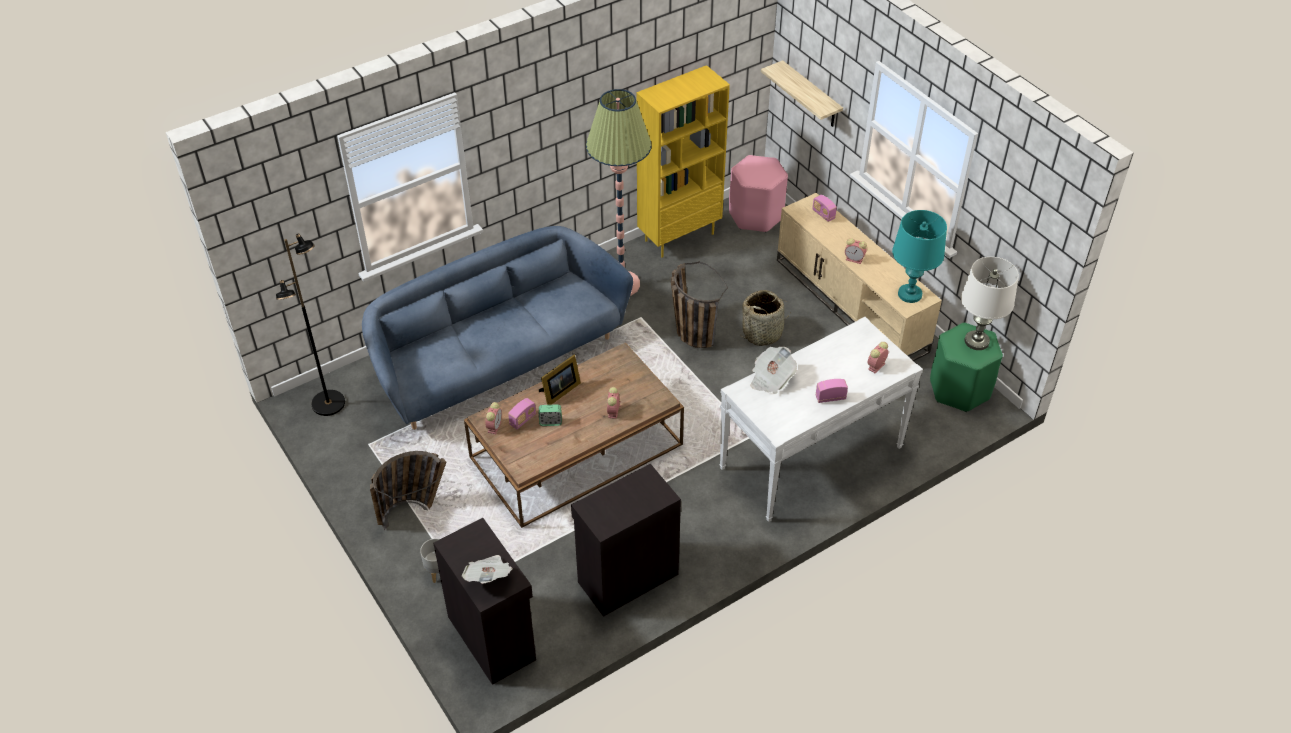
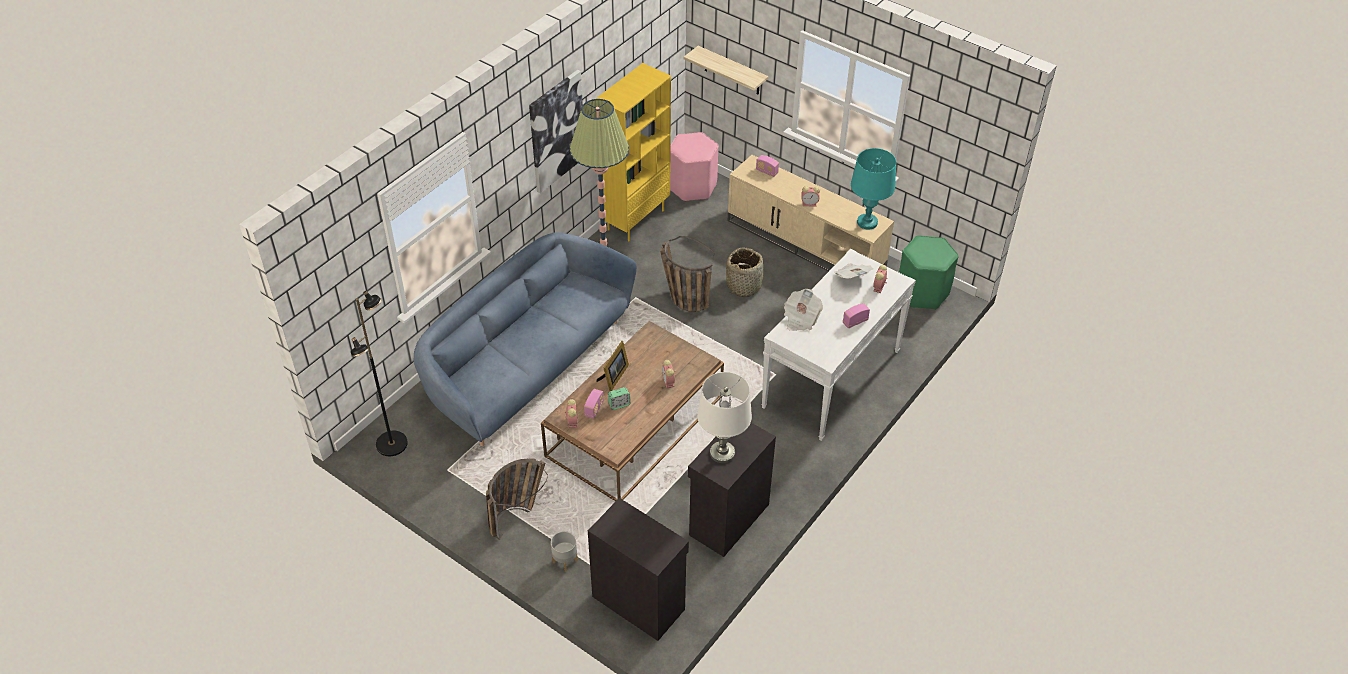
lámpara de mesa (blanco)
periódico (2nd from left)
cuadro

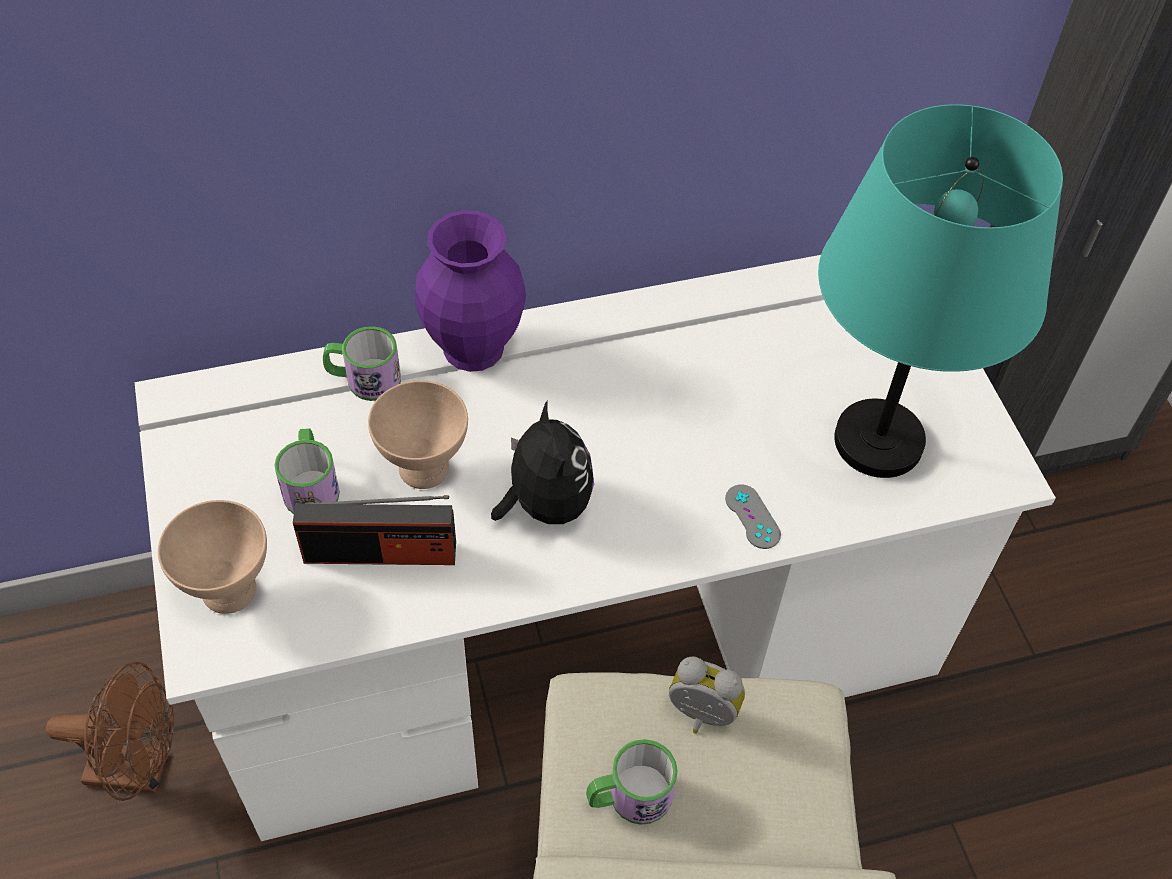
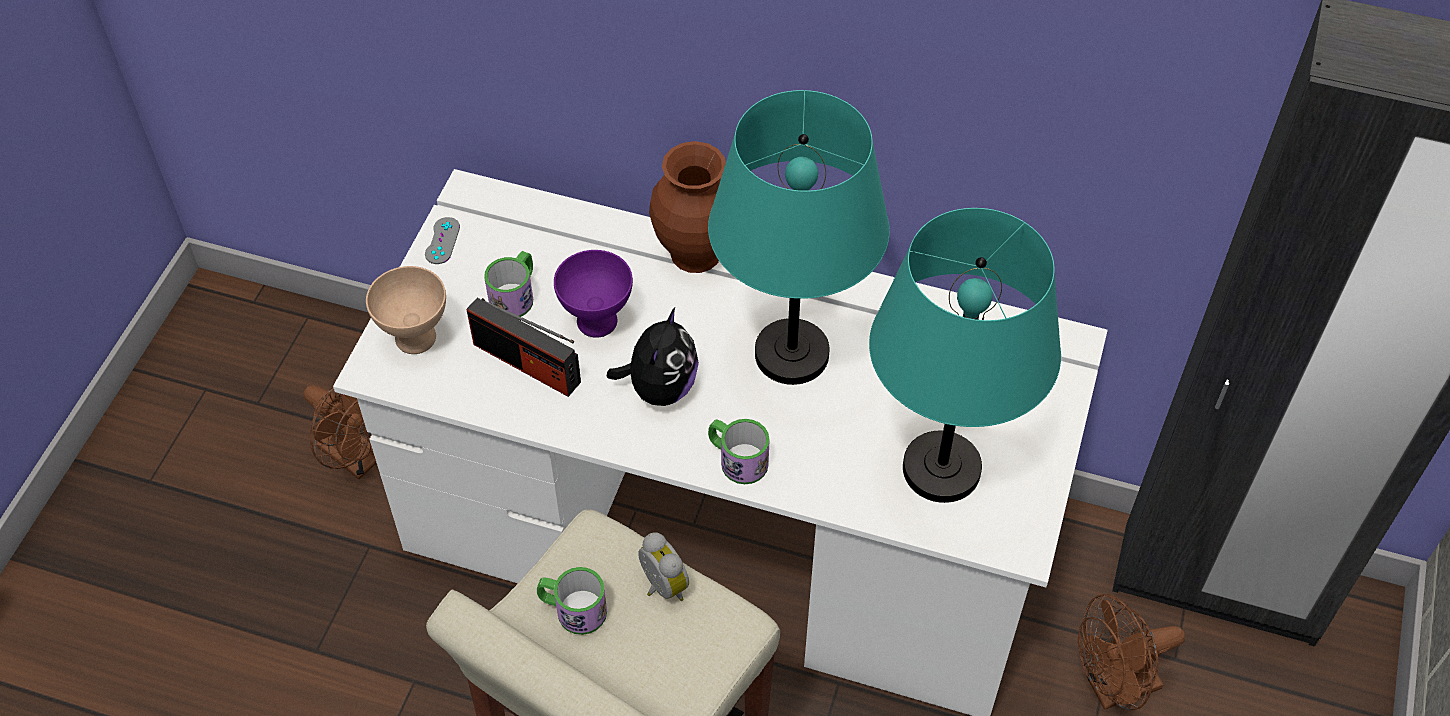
florero (marrón)
taza grande (3rd from left)
cuenco (morado)
mando de consola (gris)
lámpara de mesa (turquesa) (1st from left)
ventilador (marrón) (2nd from left)

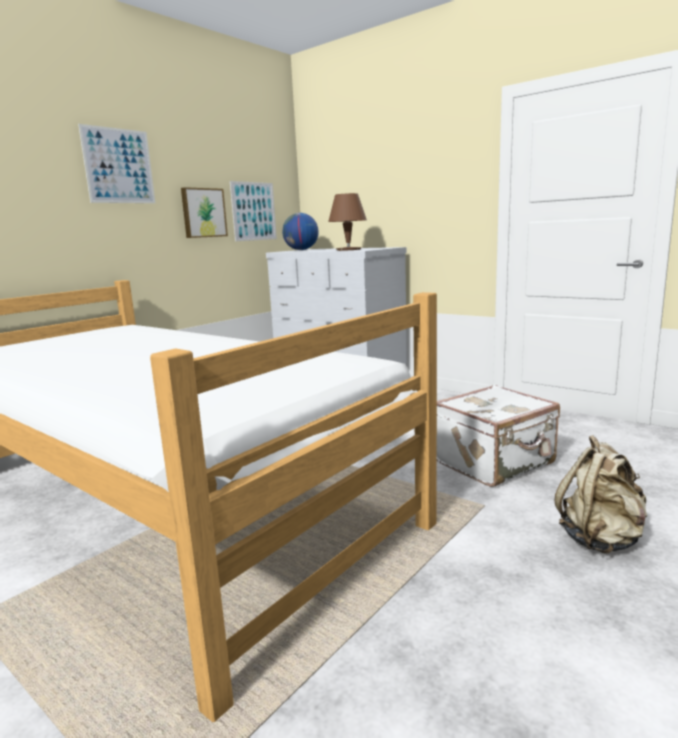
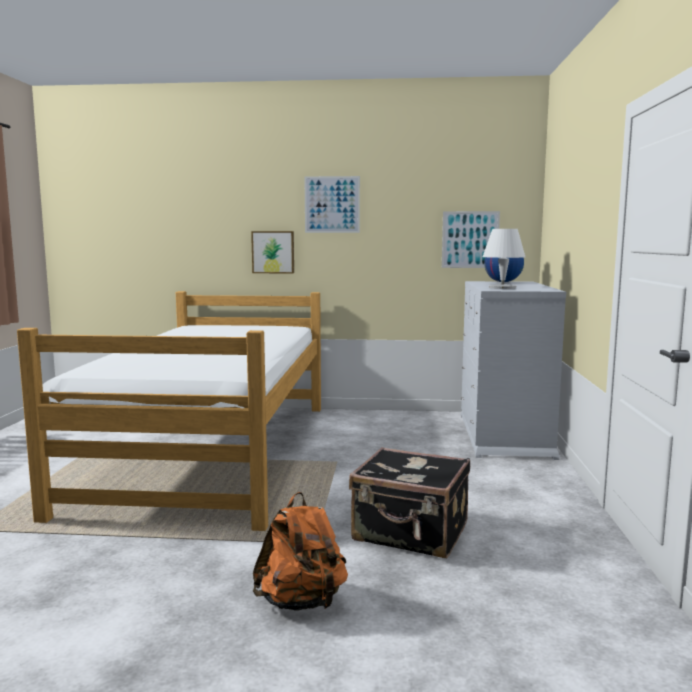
cuadro (1st from left)
lámpara de mesa (blanco)
maleta (negro)
mochila (naranja)

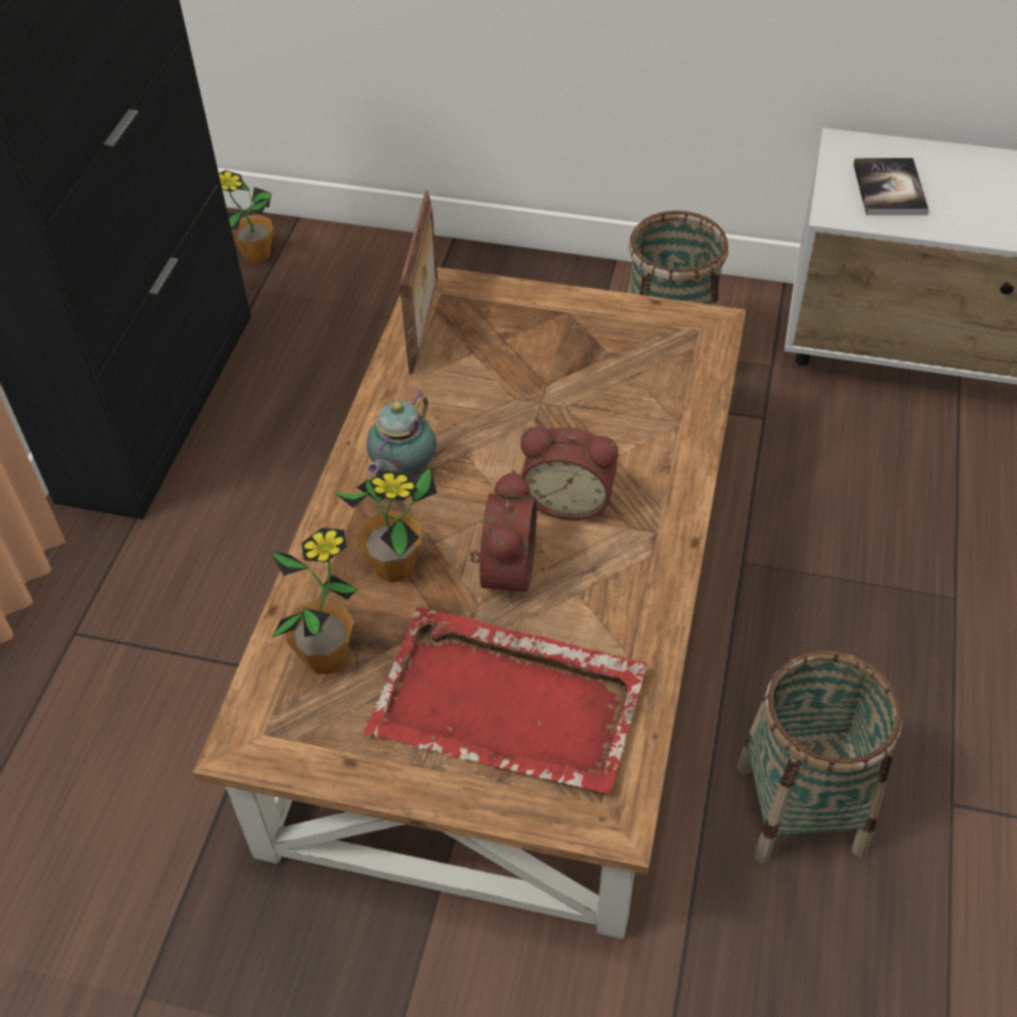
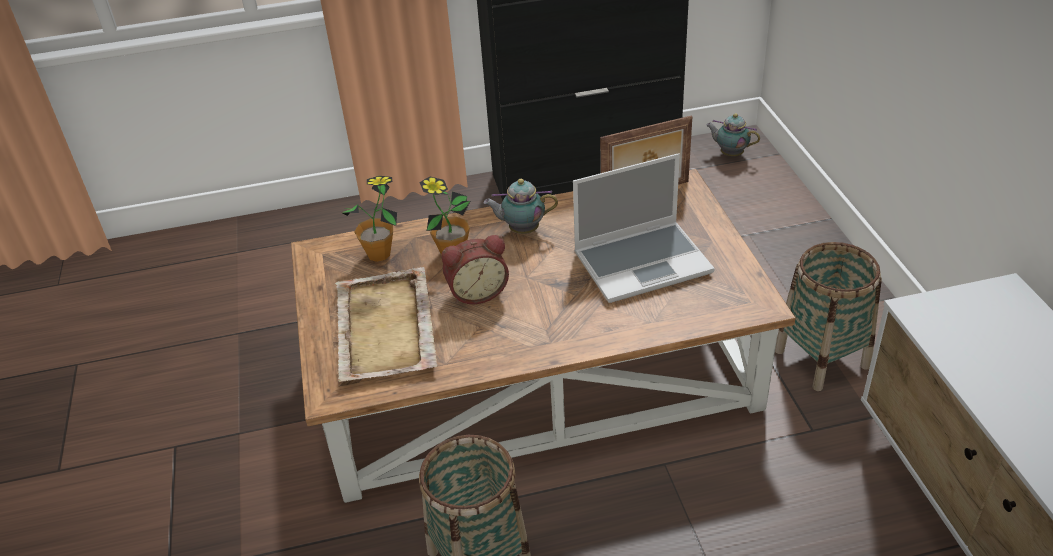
libro
tetera (2nd from left)
despertador (2nd from left in the first image)
bandeja (beis)
portátil

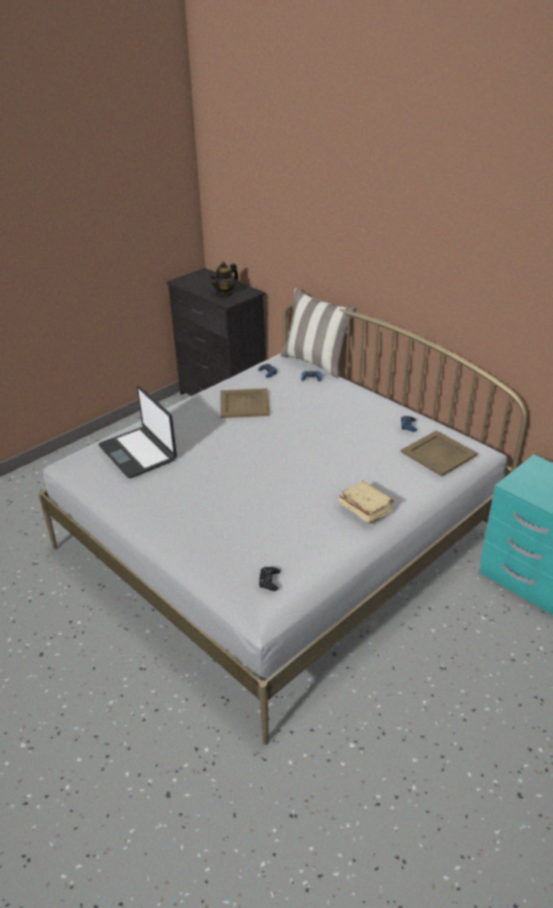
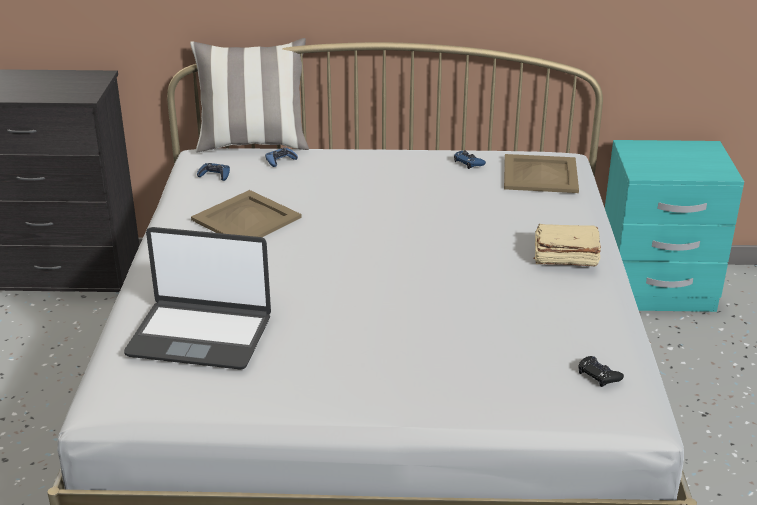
tetera

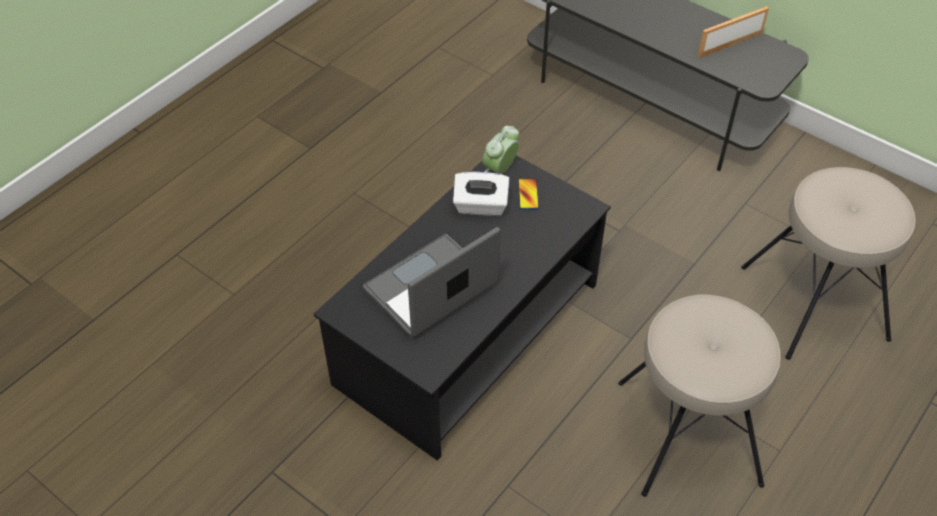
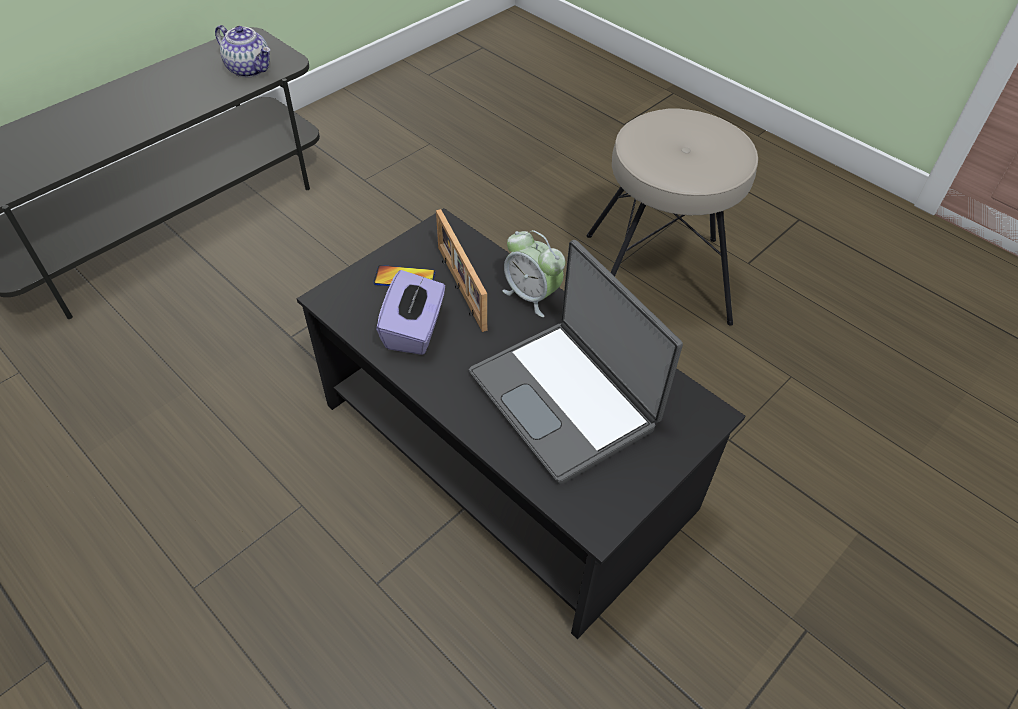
portarretratos
despertador
taburete (beis) (2nd from left in the first image)
caja de pañuelos (morado)
tetera

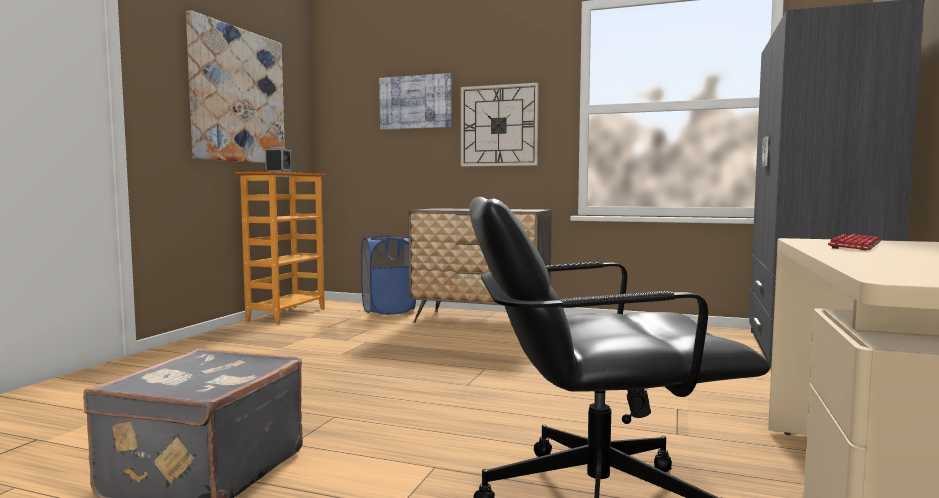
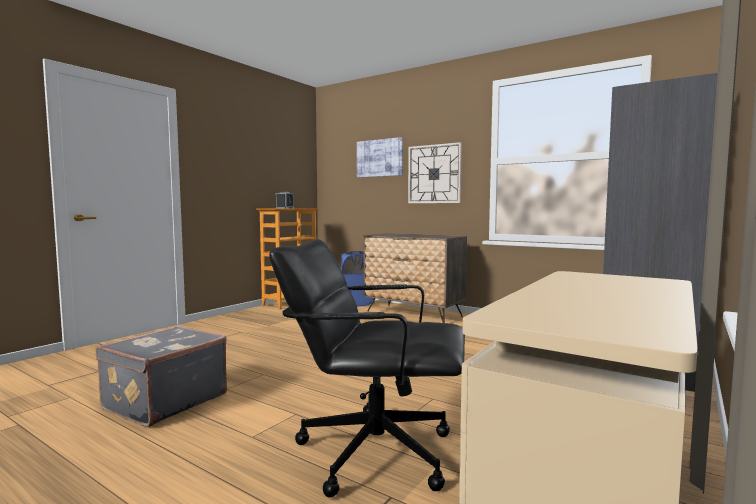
cuadro (1st from left in the first image)
teclado

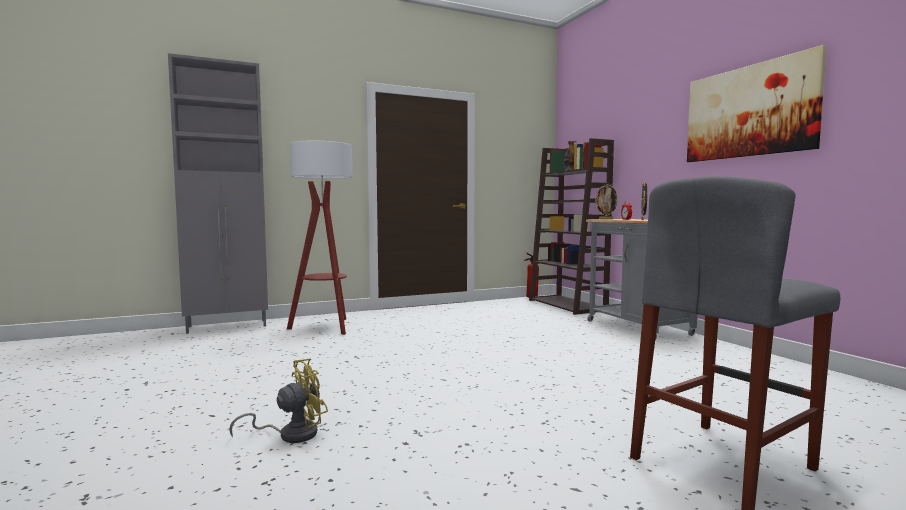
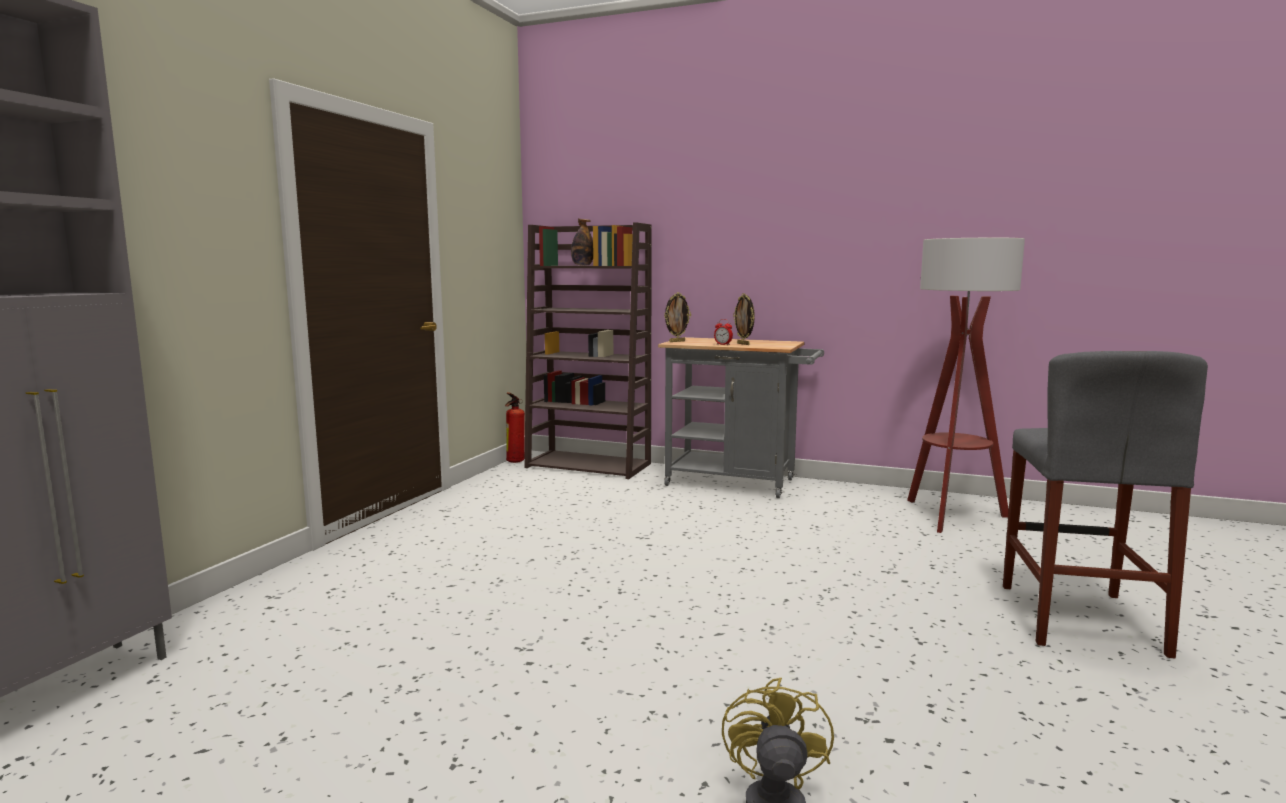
cuadro
lámpara de pie

